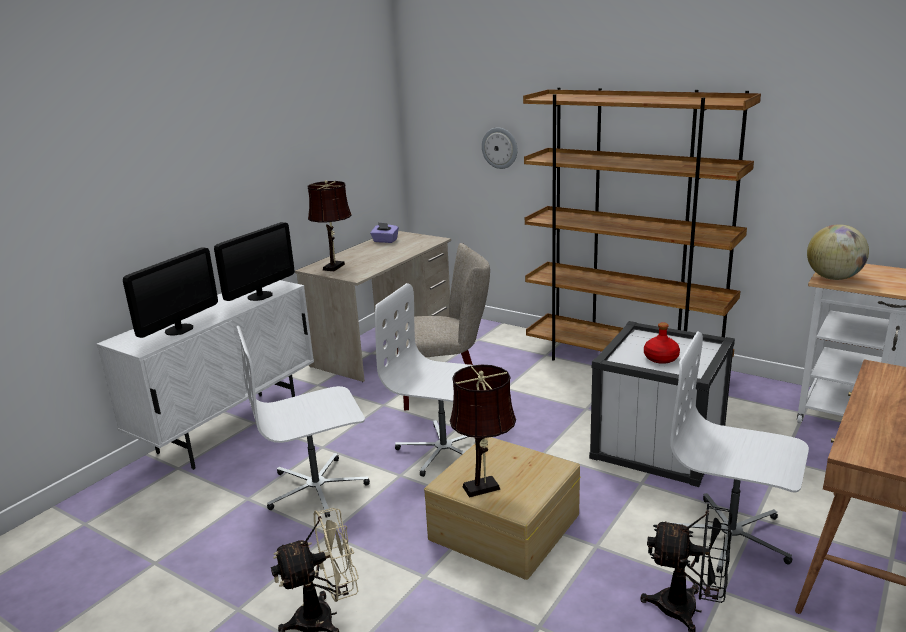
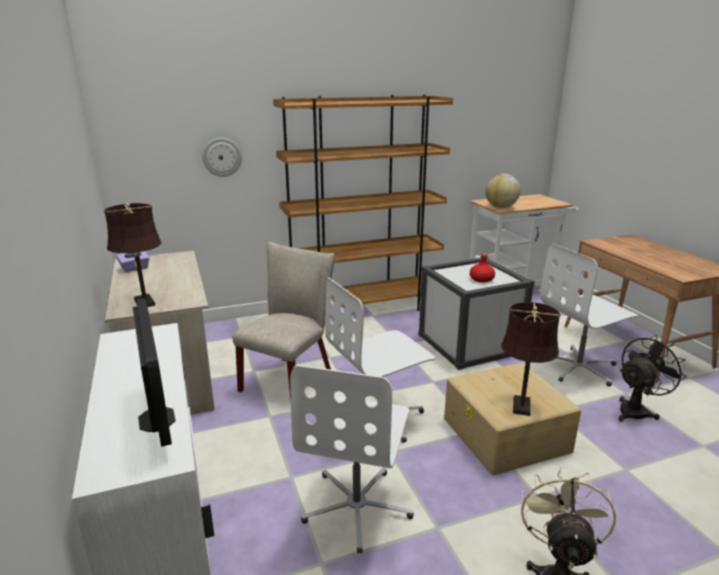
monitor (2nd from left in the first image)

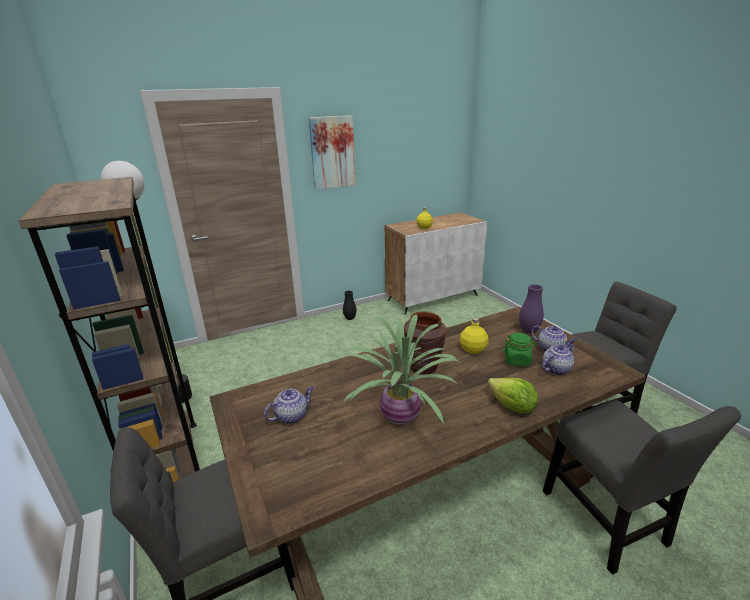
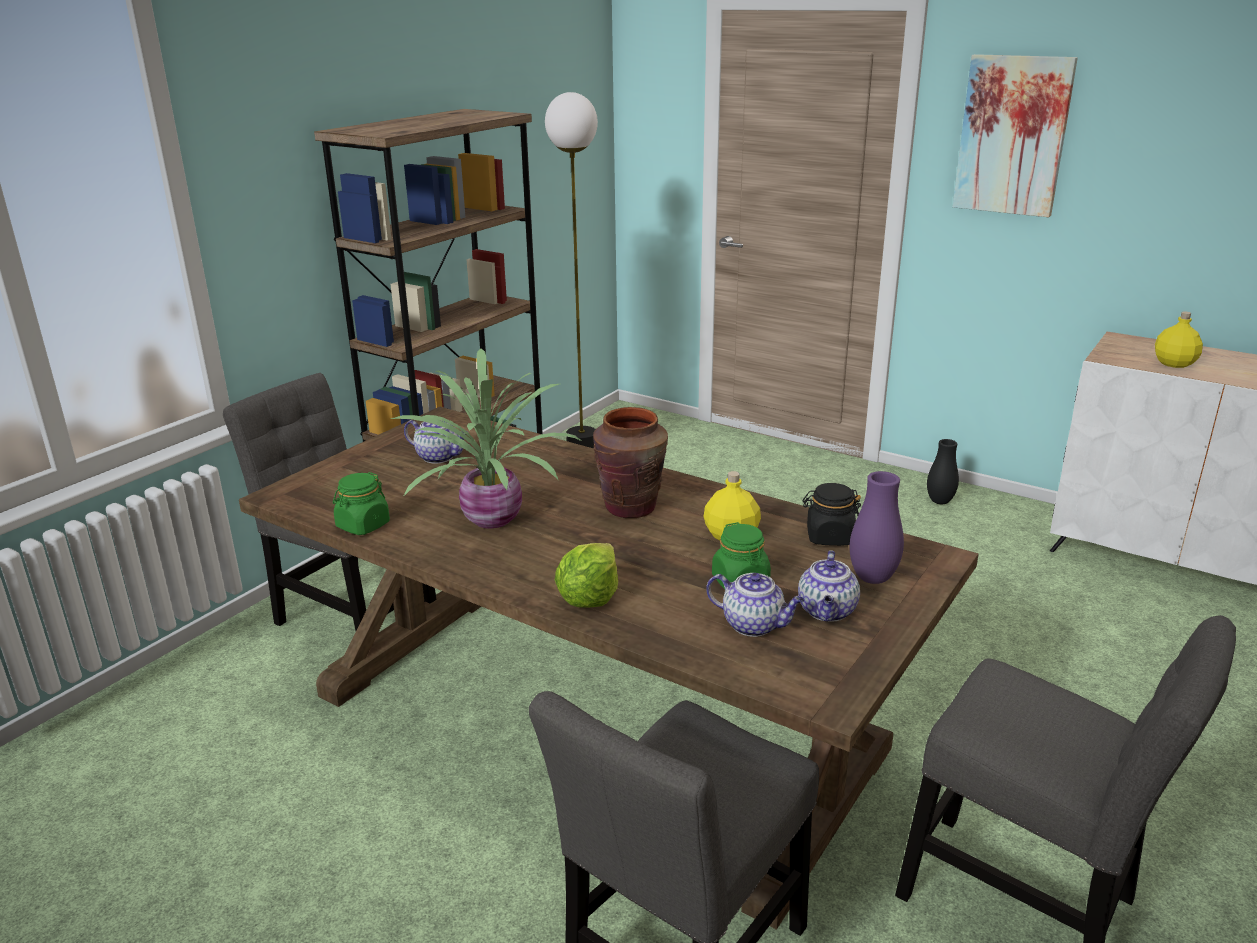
tarro (verde) (1st from left)
tarro (negro)

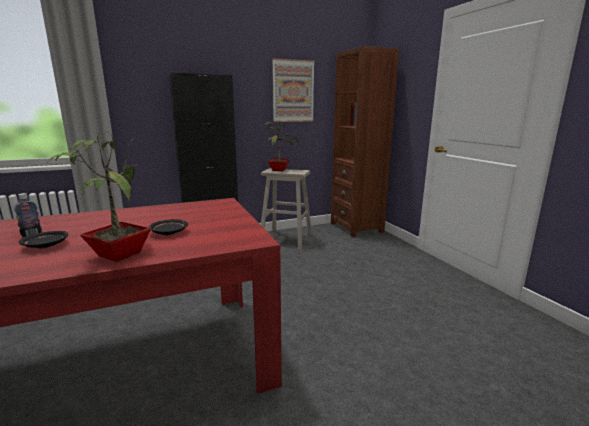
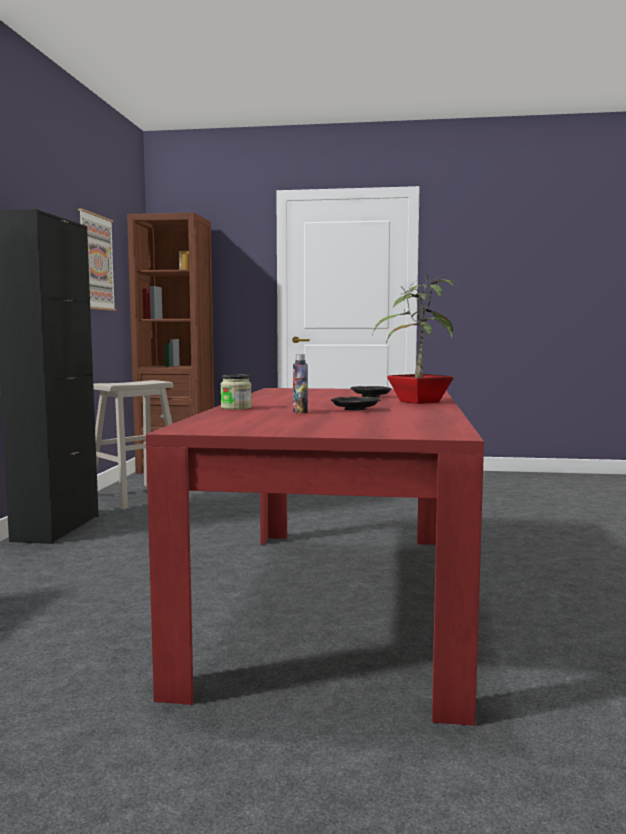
planta en maceta (2nd from left in the first image)
tarro

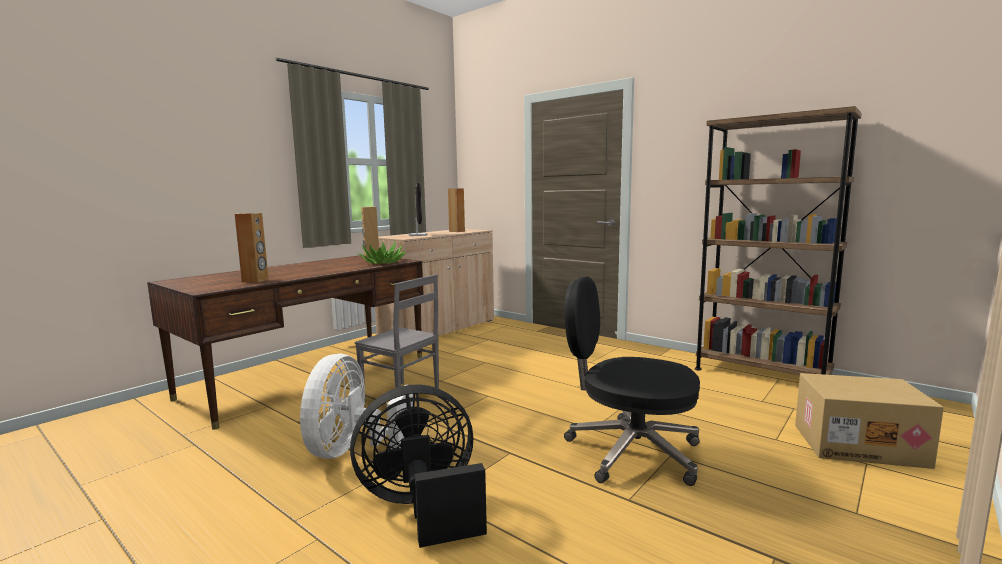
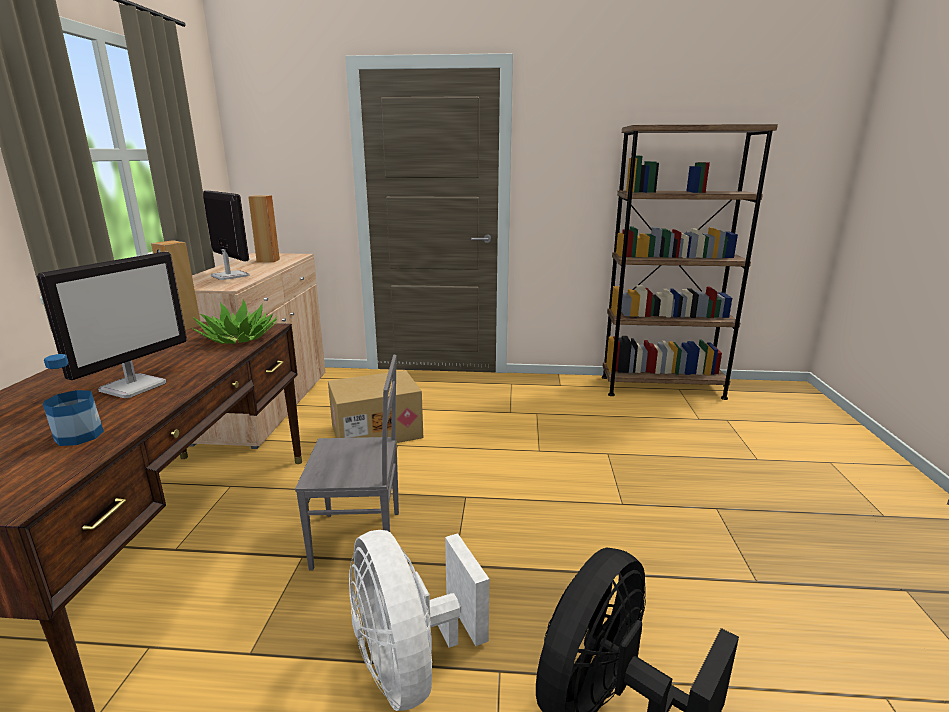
botella
silla de oficina (negro)
caja de cartón
monitor (1st from left)

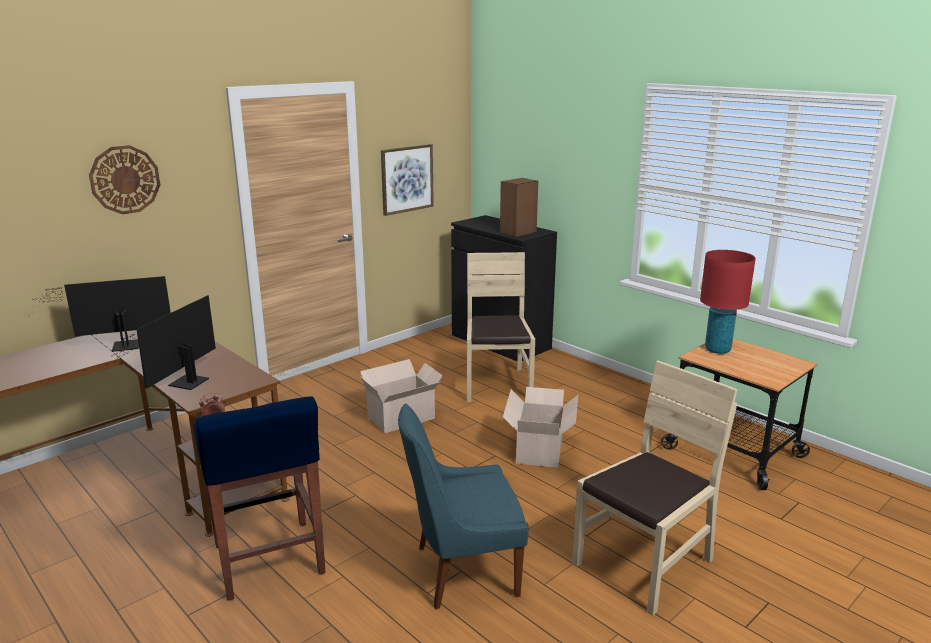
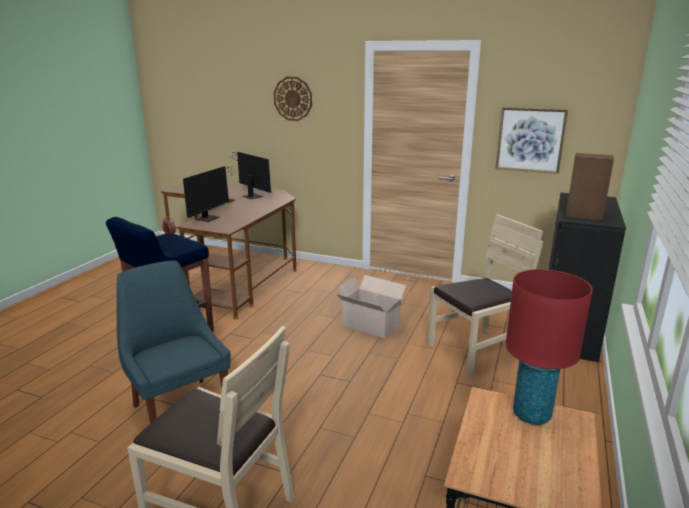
monitor (1st from left)
caja de cartón (2nd from left in the first image)

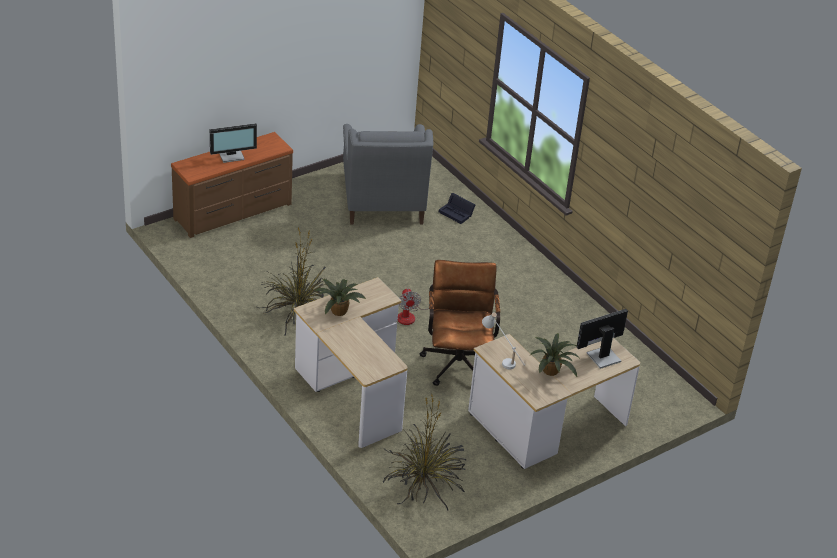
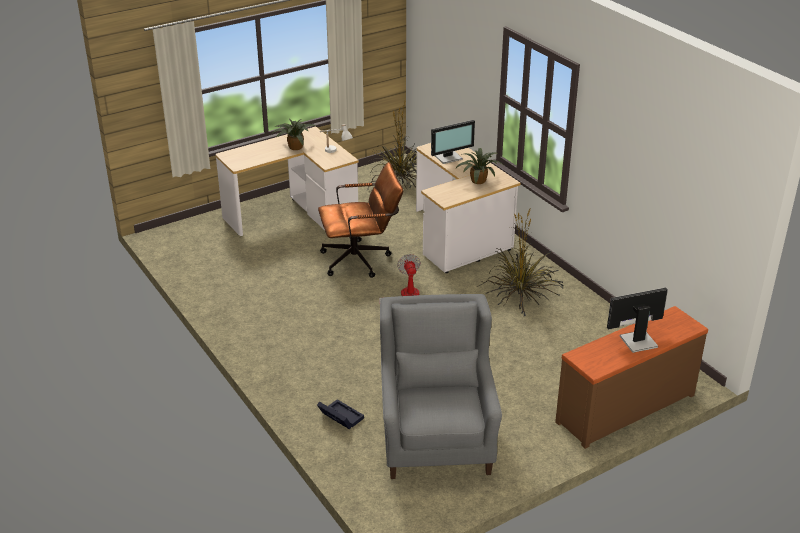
silla de oficina (marrón)
monitor (1st from left)

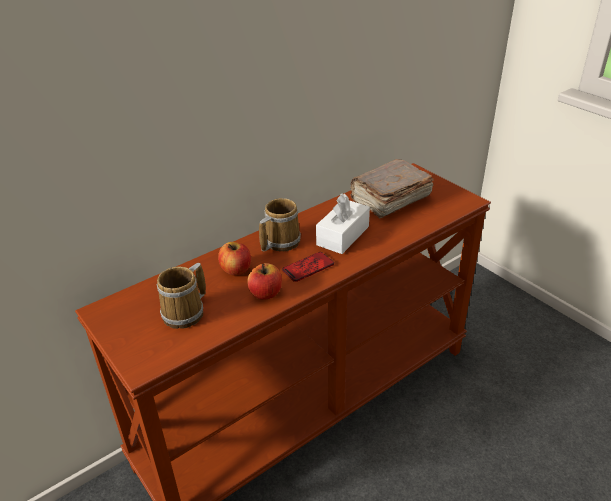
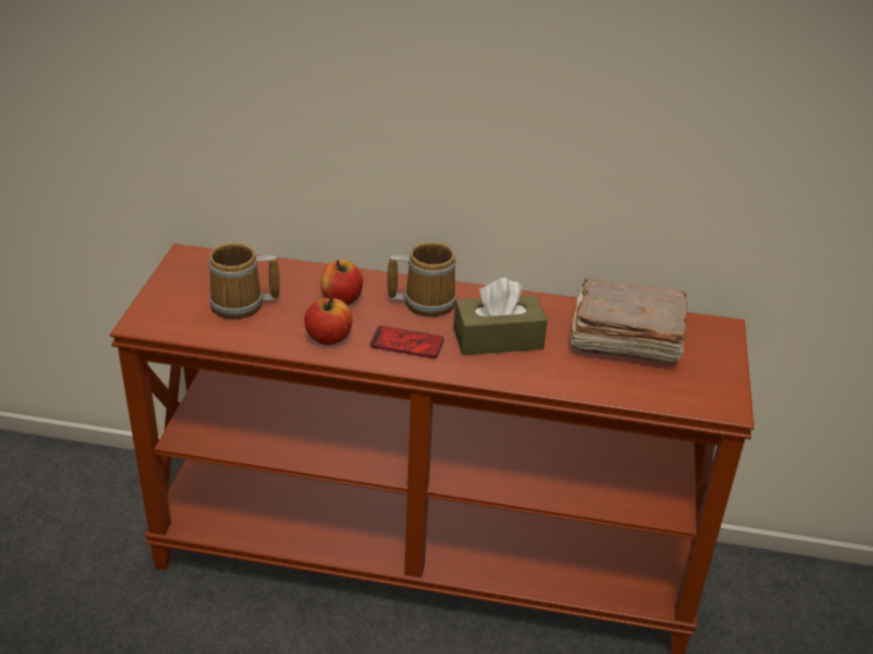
caja de pañuelos (marrón)

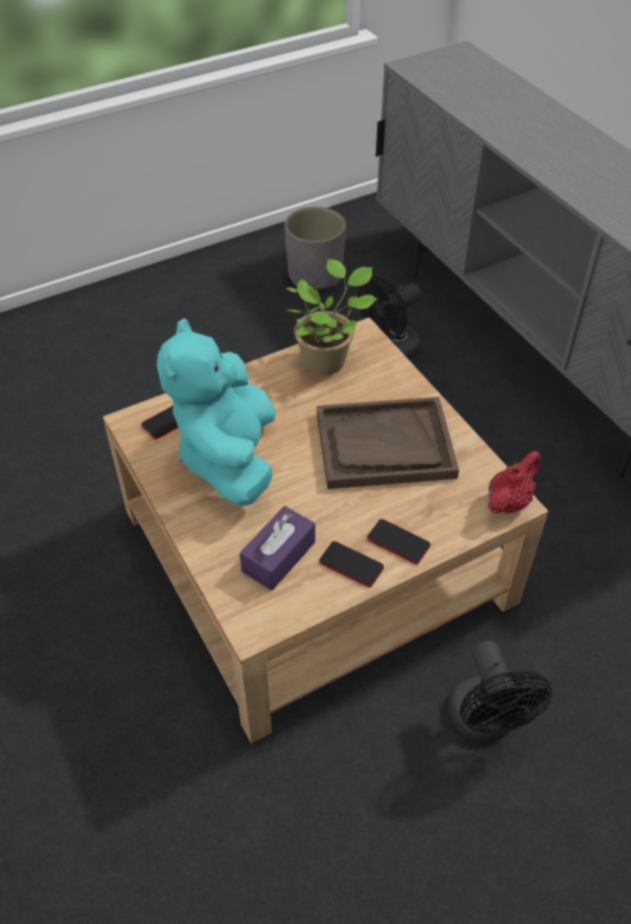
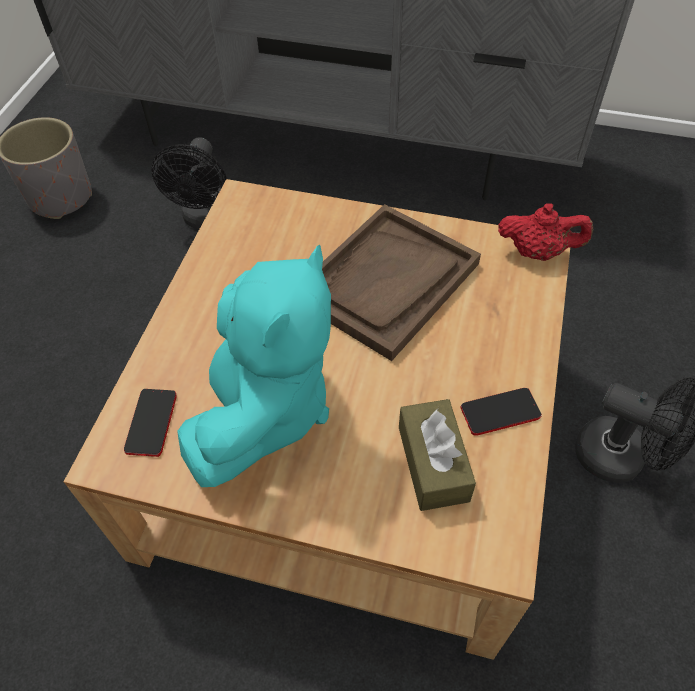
planta en maceta
peluche (turquesa)
tetera (rojo)
caja de pañuelos (marrón)
móvil (3rd from left in the first image)

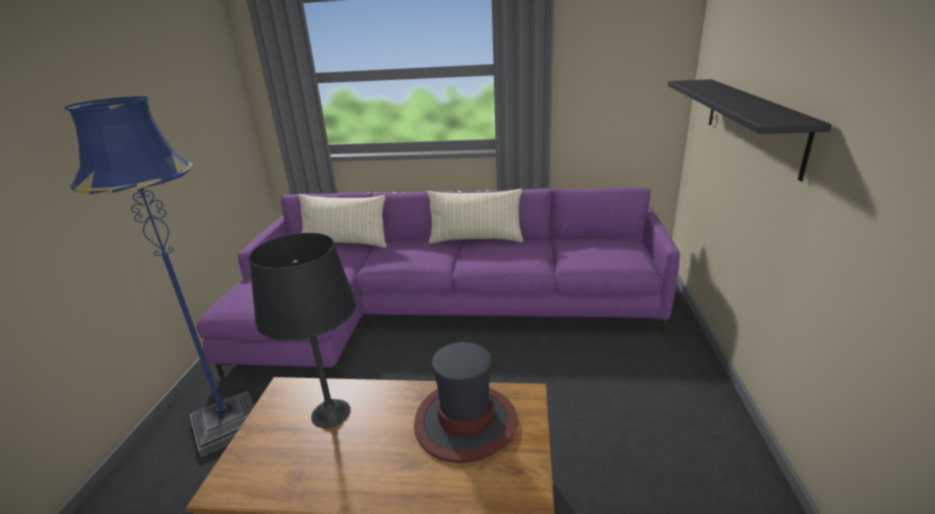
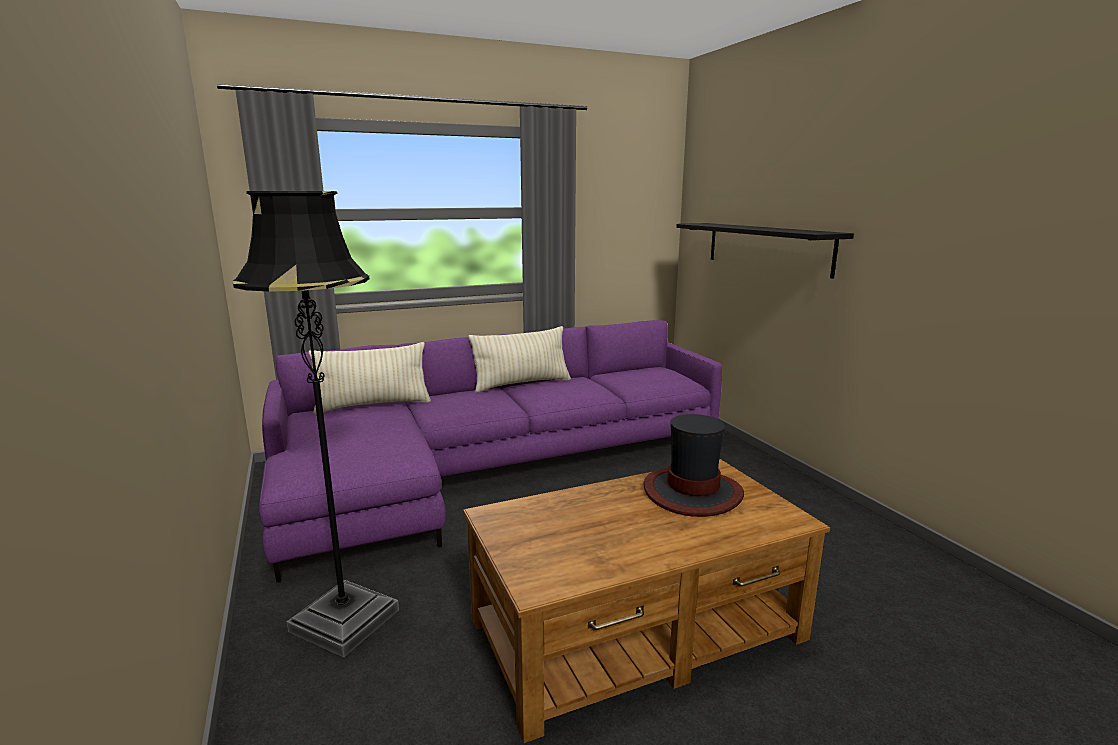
lámpara de pie (negro)
lámpara de mesa (negro)

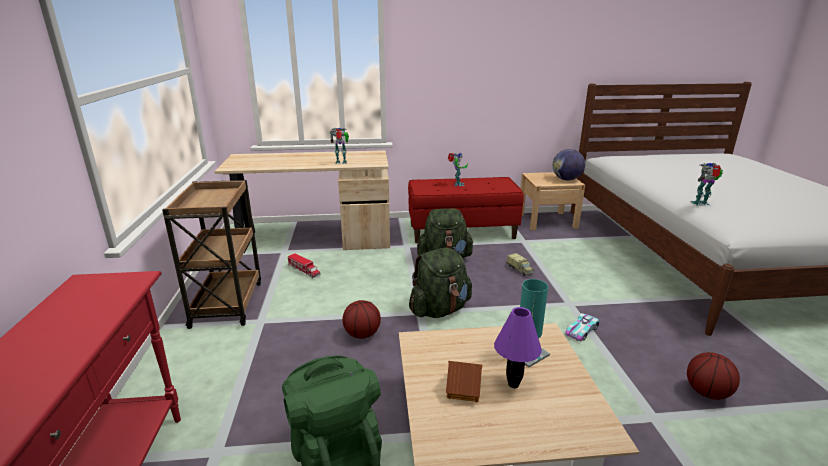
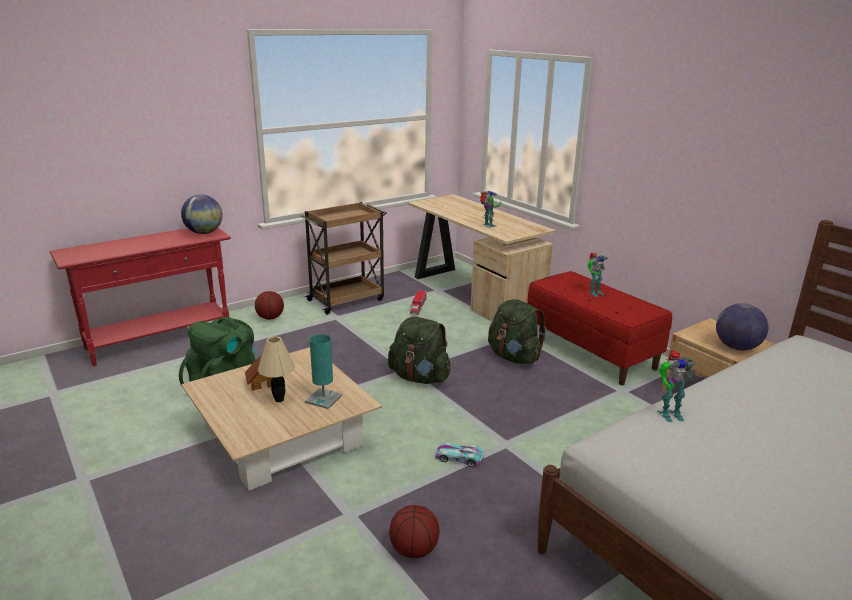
robot de juguete (3rd from left)
camión de juguete (2nd from left in the first image)
balón de baloncesto (1st from left)
lámpara de mesa (beis)
globo terráqueo (1st from left)

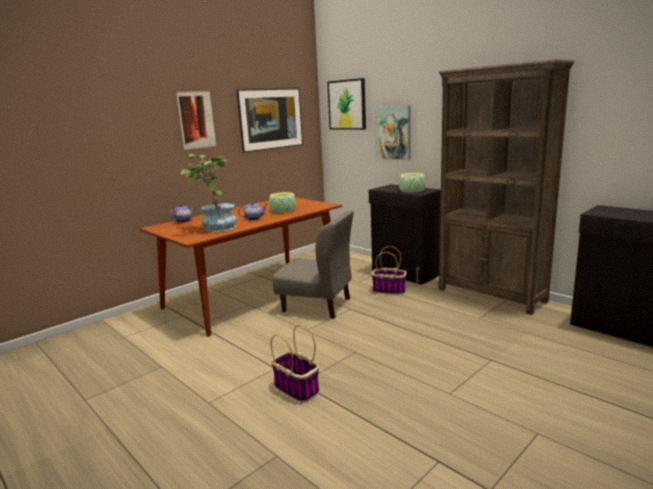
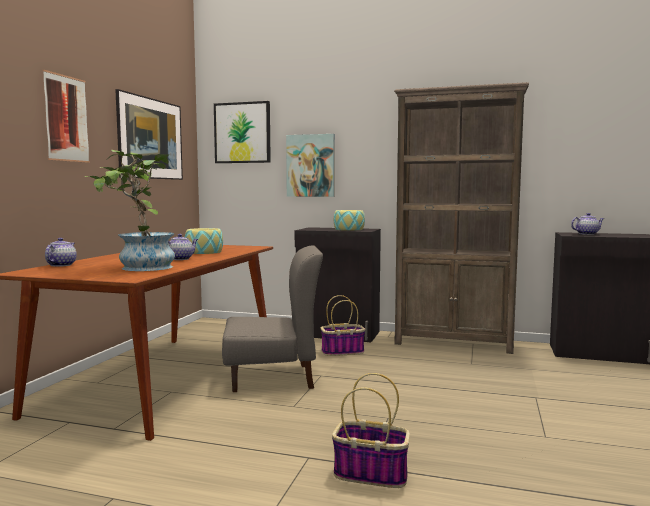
tetera (3rd from left)

